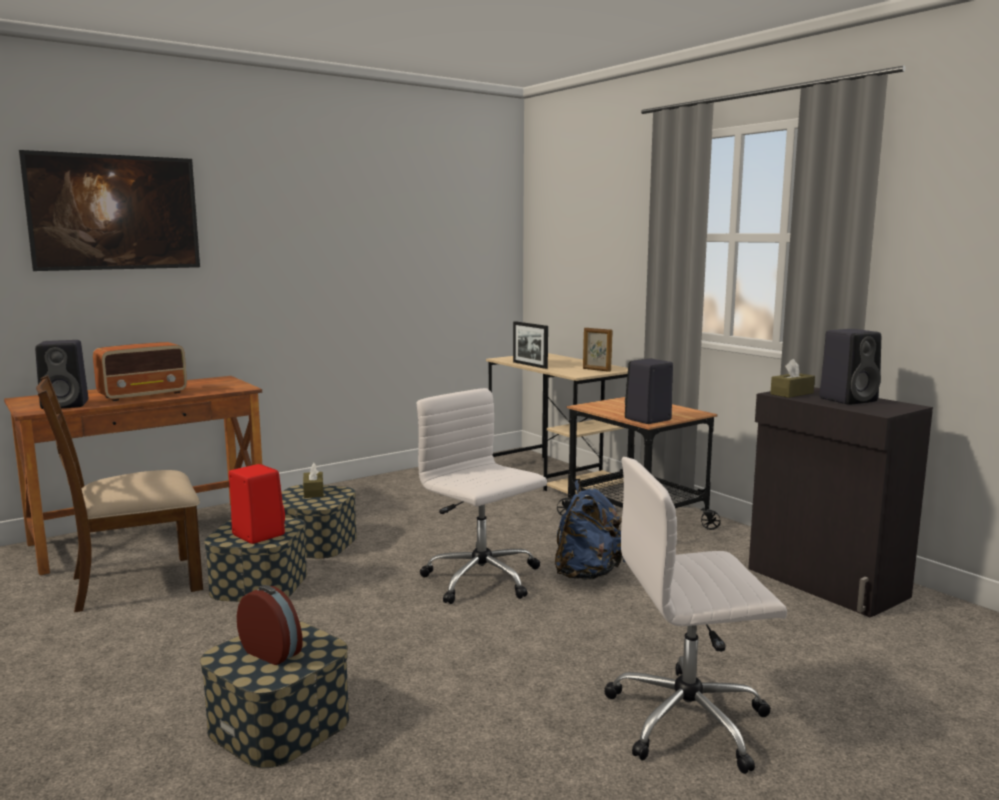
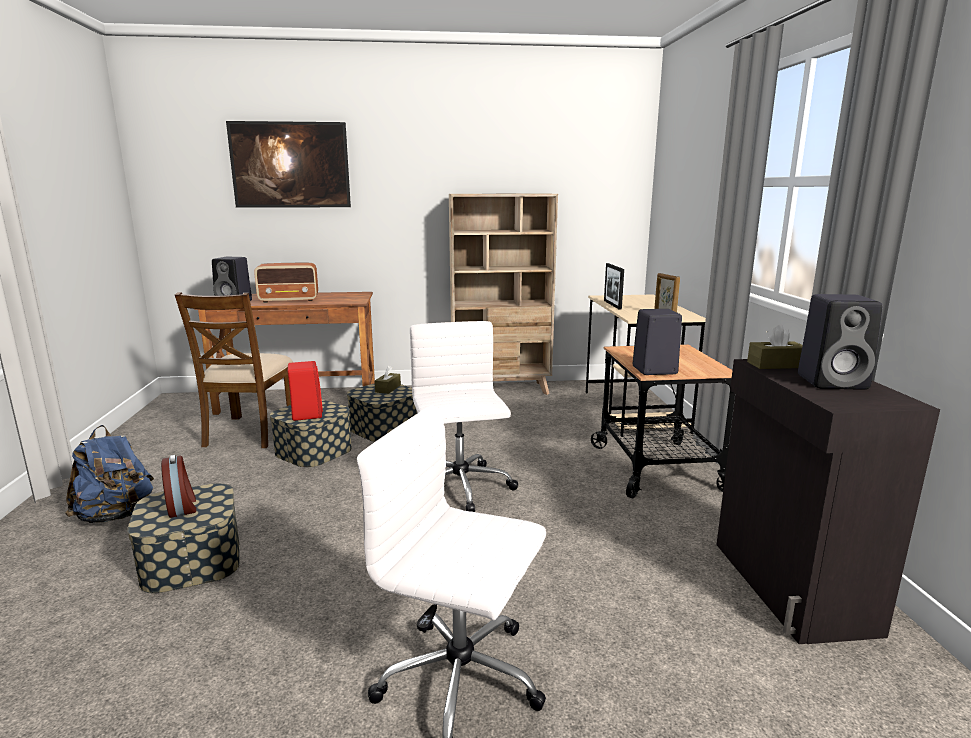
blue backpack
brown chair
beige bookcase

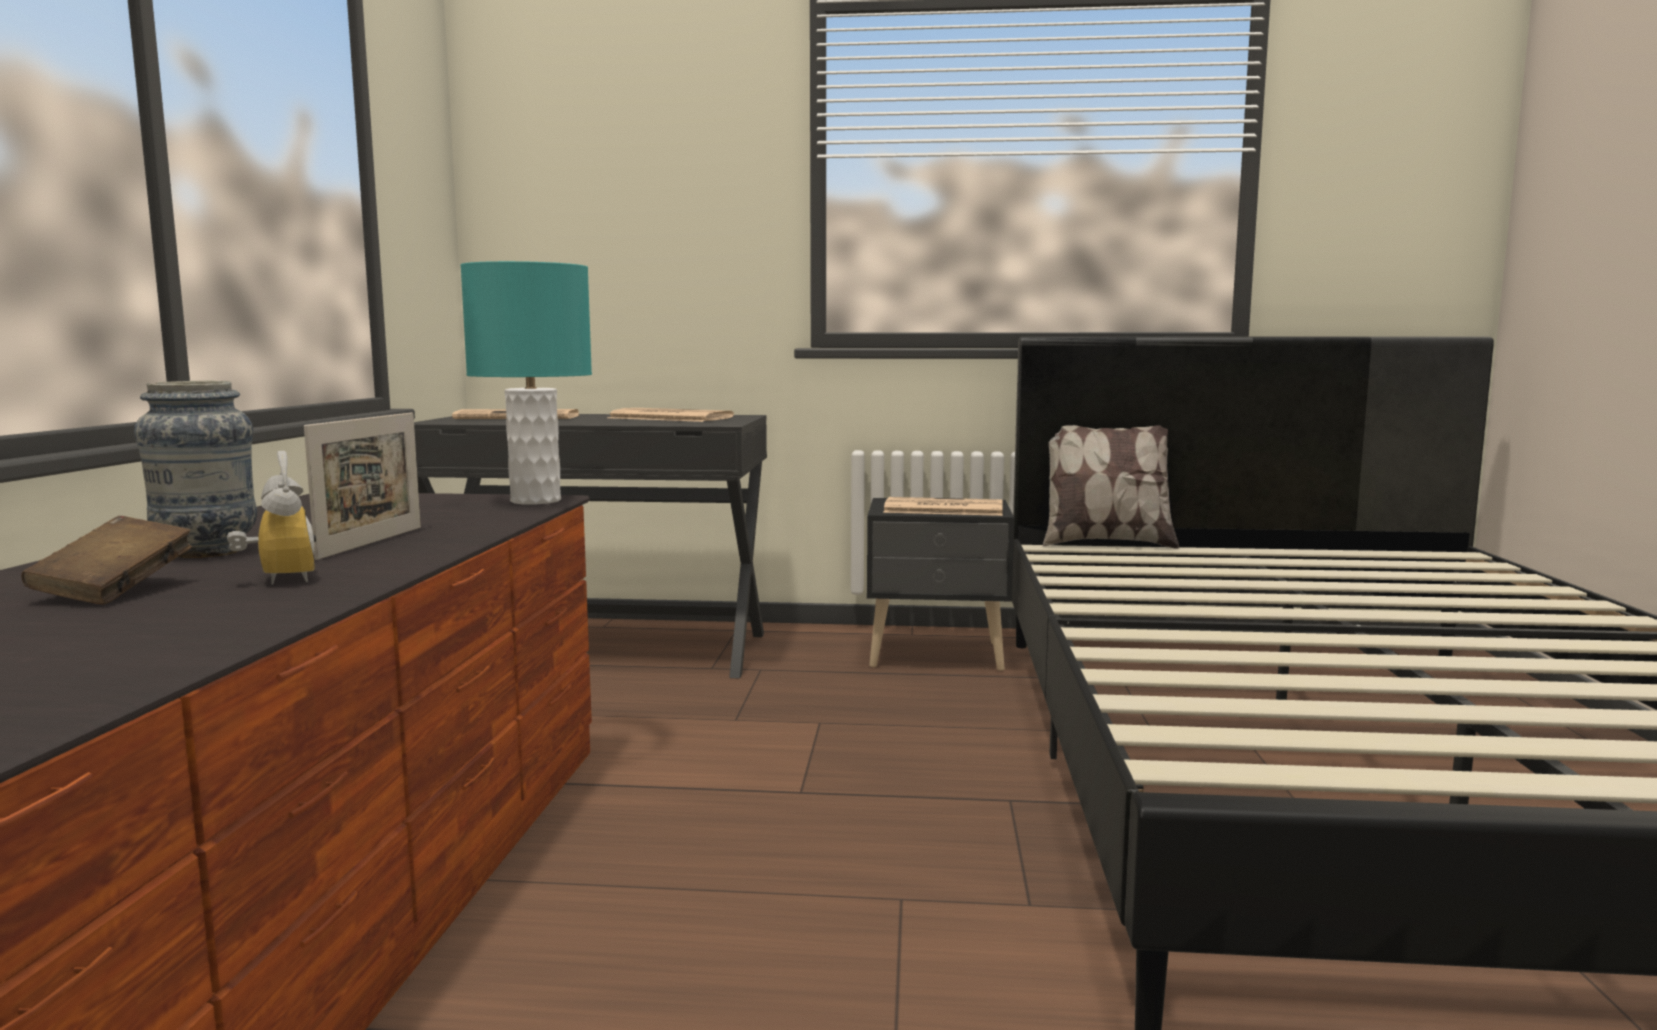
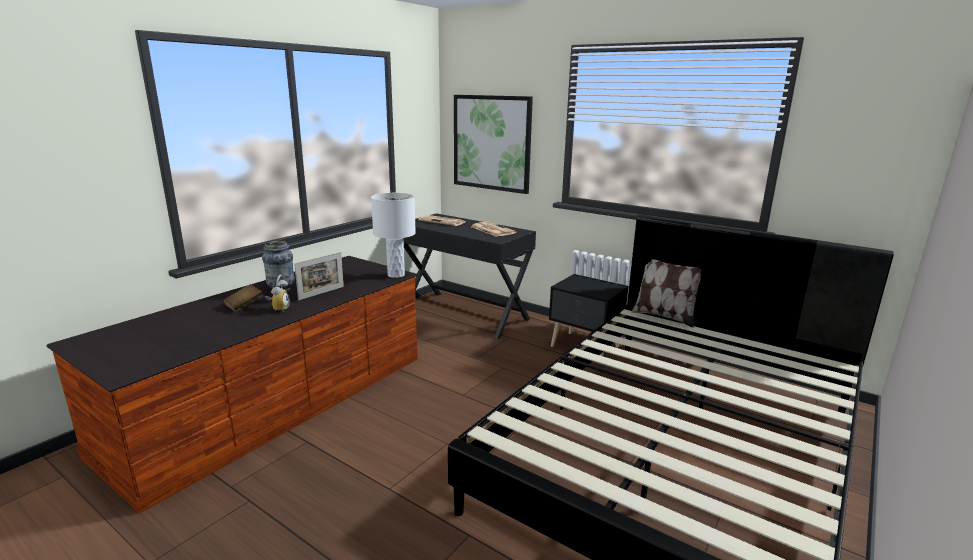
white table lamp
picture
newspaper (3rd from left in the first image)

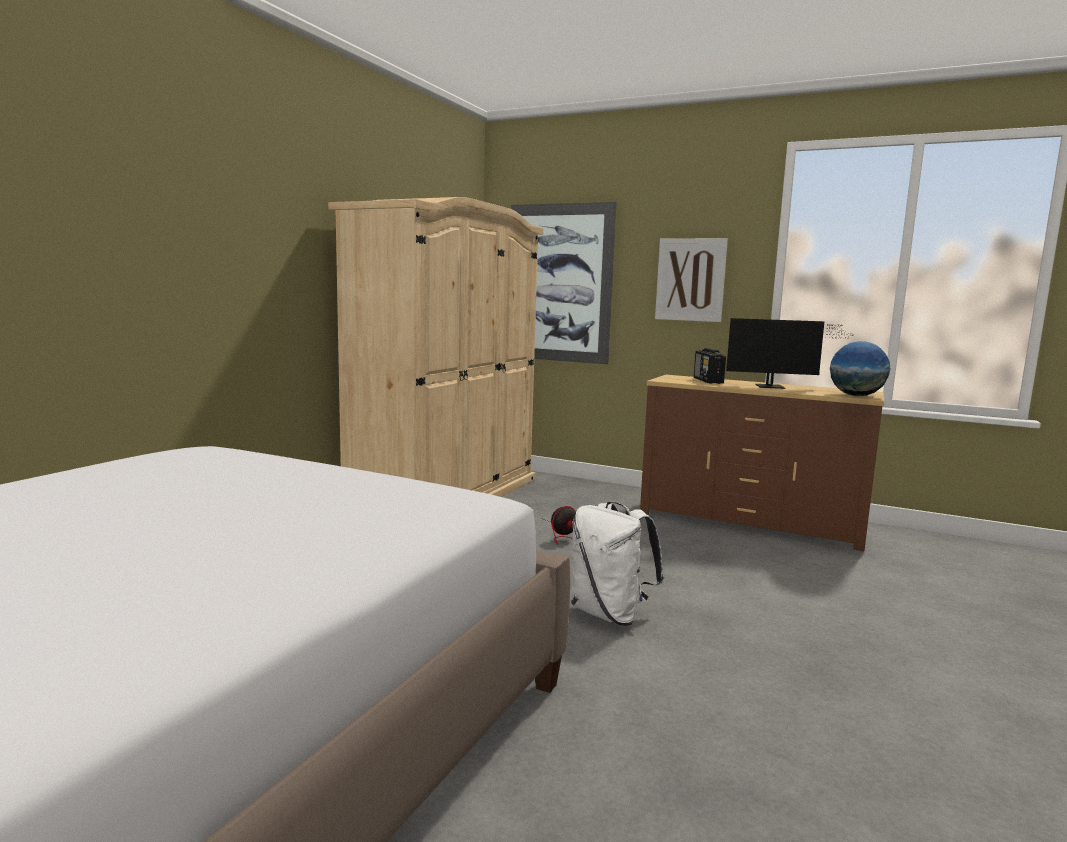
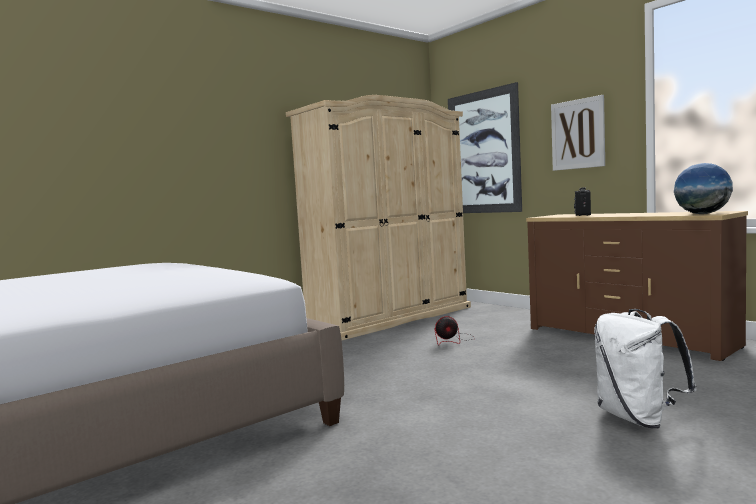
white backpack
monitor

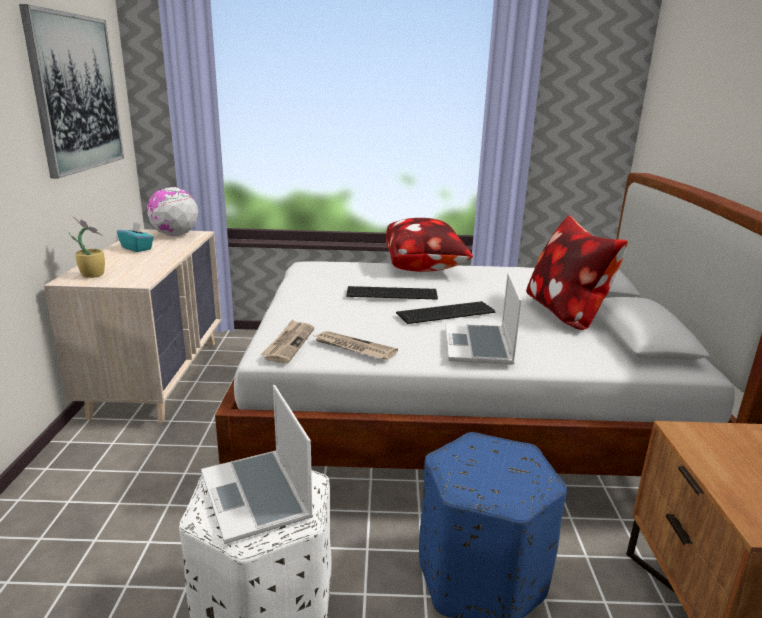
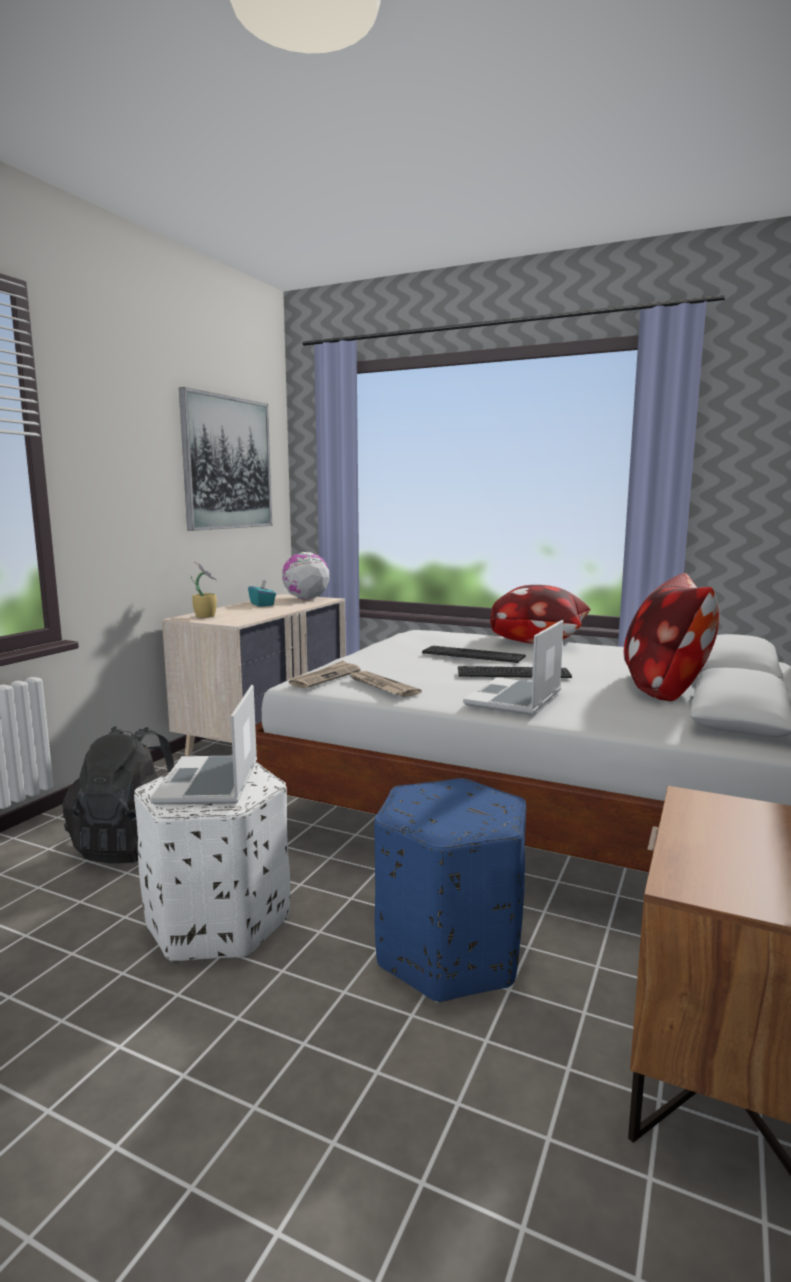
black backpack

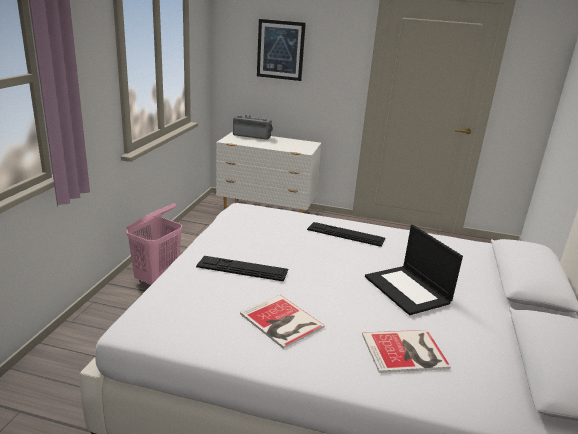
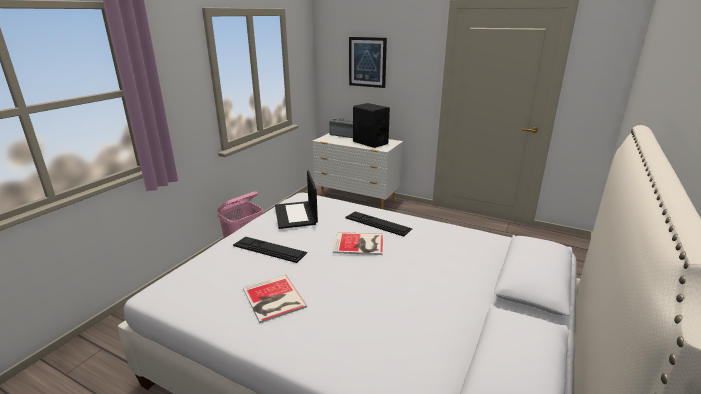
laptop
book (2nd from left)
black speaker

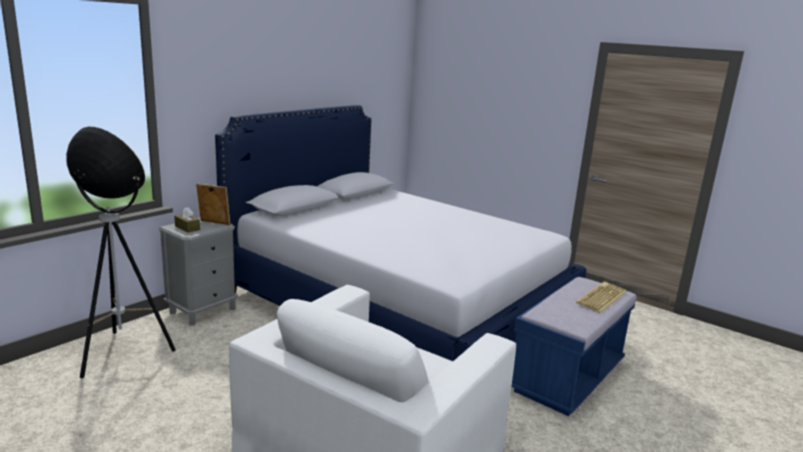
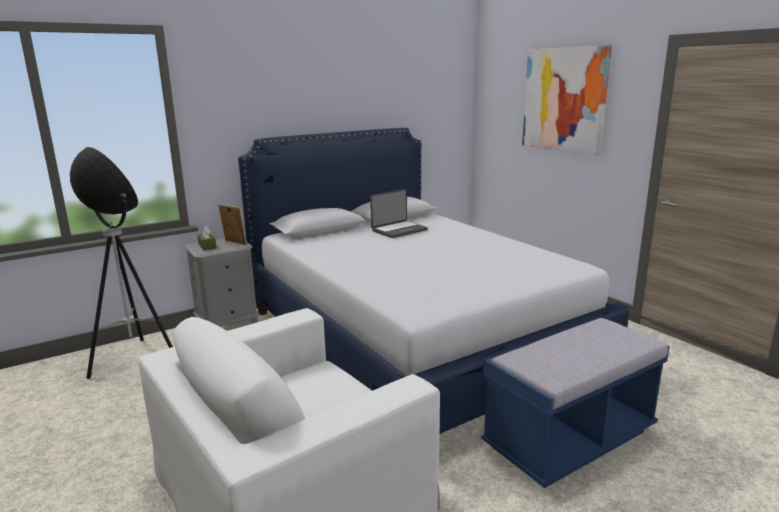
laptop
picture
keyboard

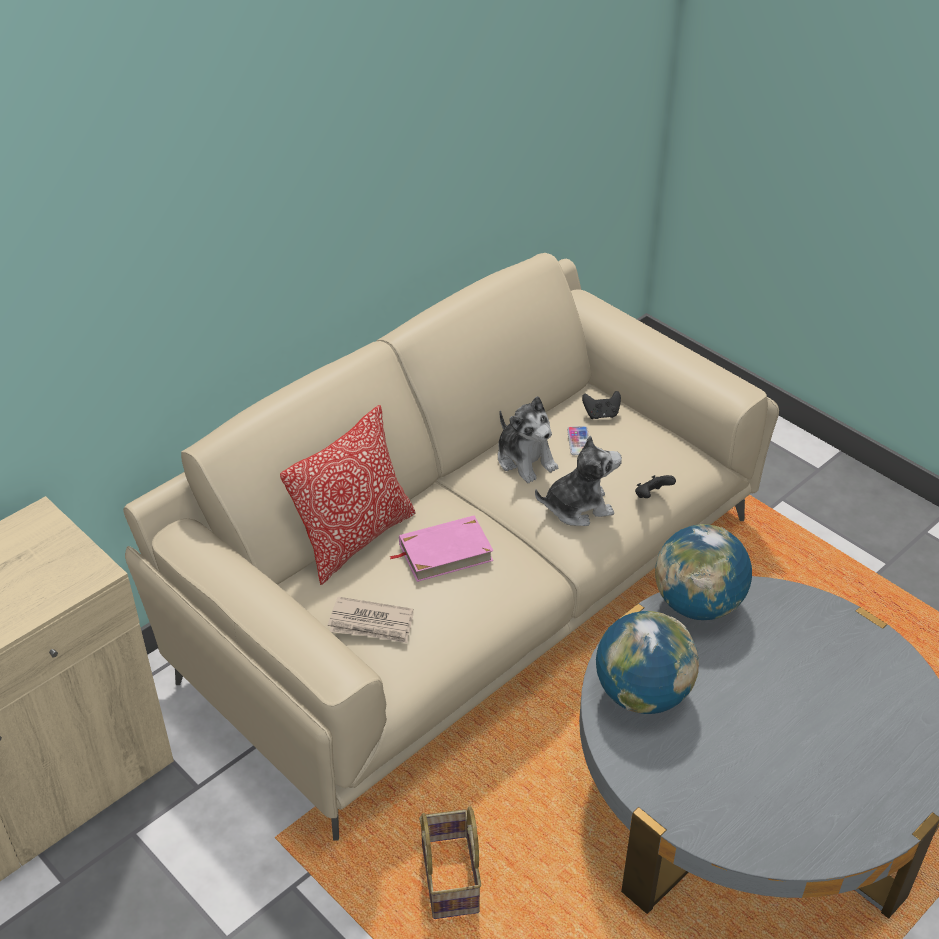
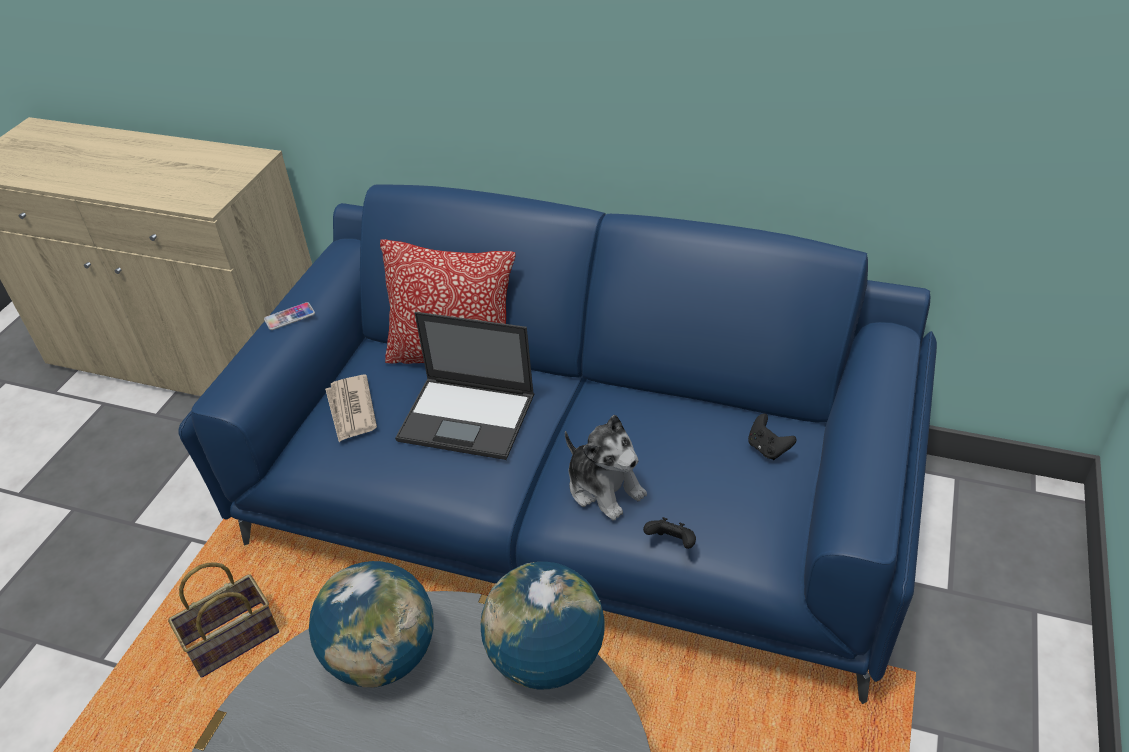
blue sofa
phone
laptop
plush toy (1st from left in the first image)

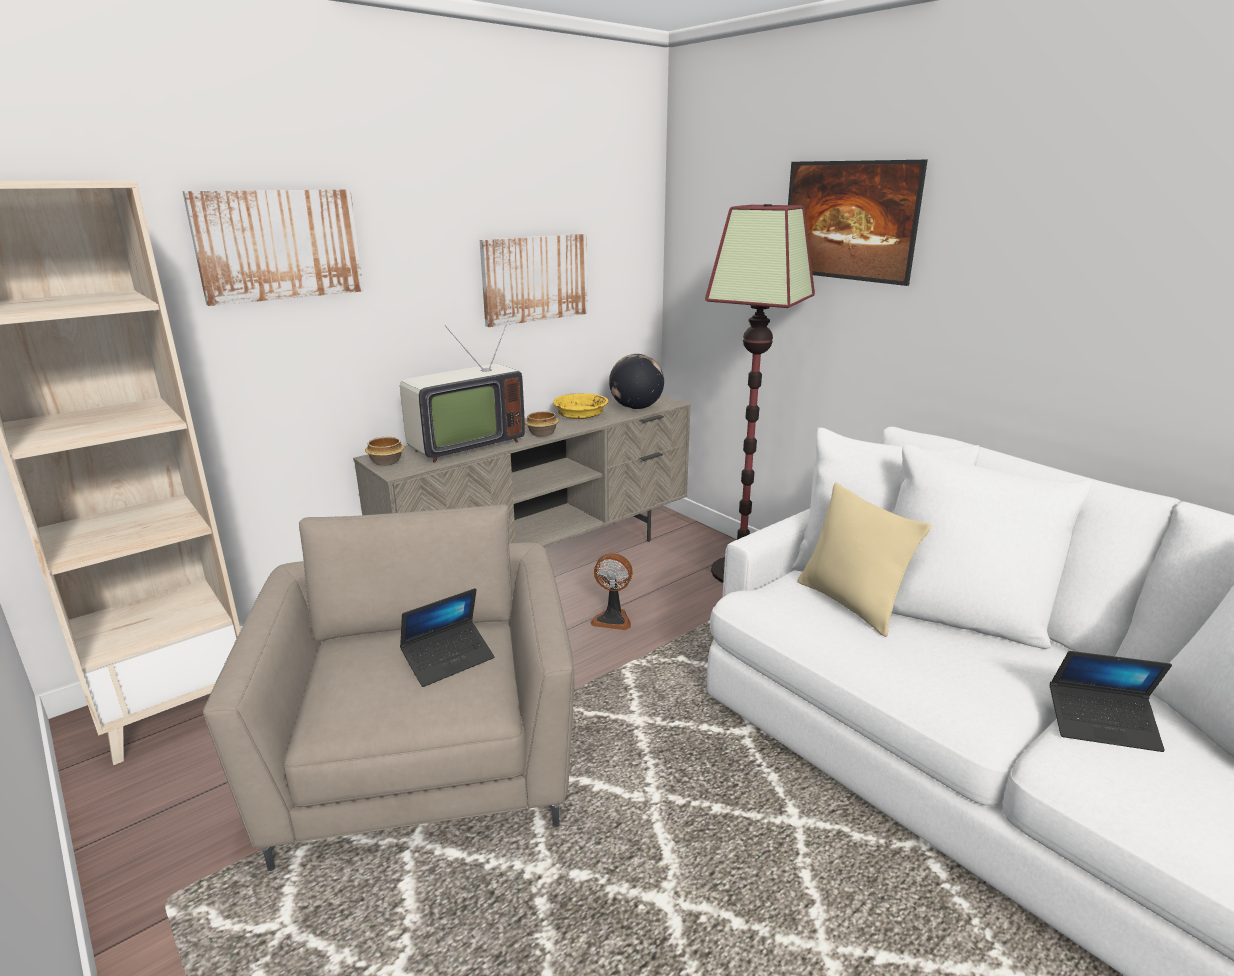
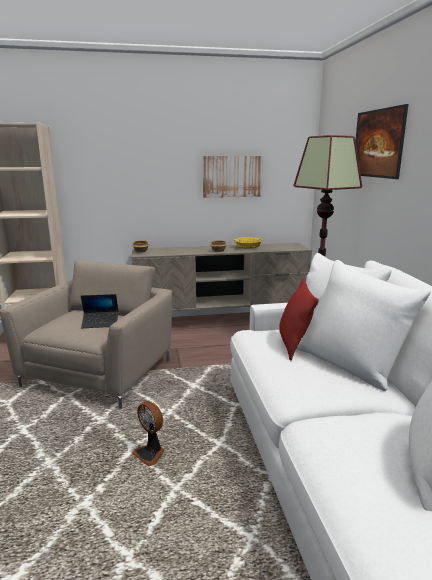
fan
red pillow
picture (1st from left in the first image)
television
globe
laptop (2nd from left in the first image)

